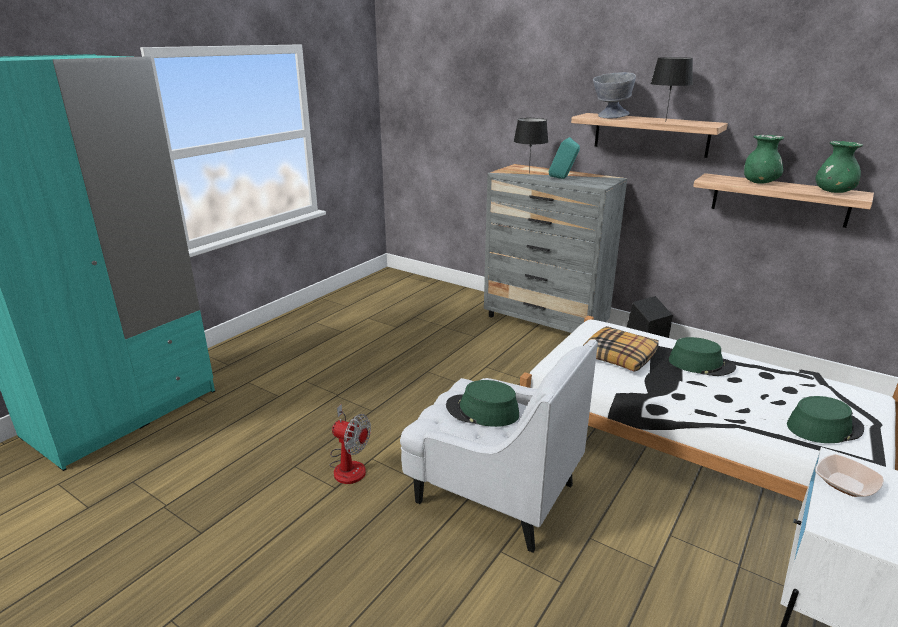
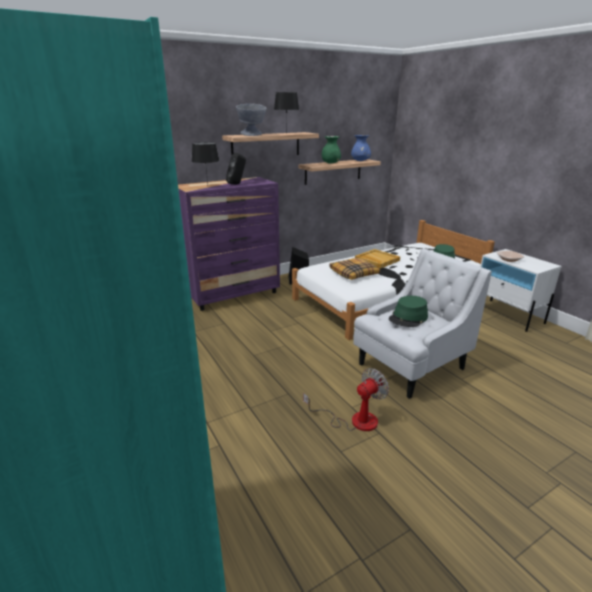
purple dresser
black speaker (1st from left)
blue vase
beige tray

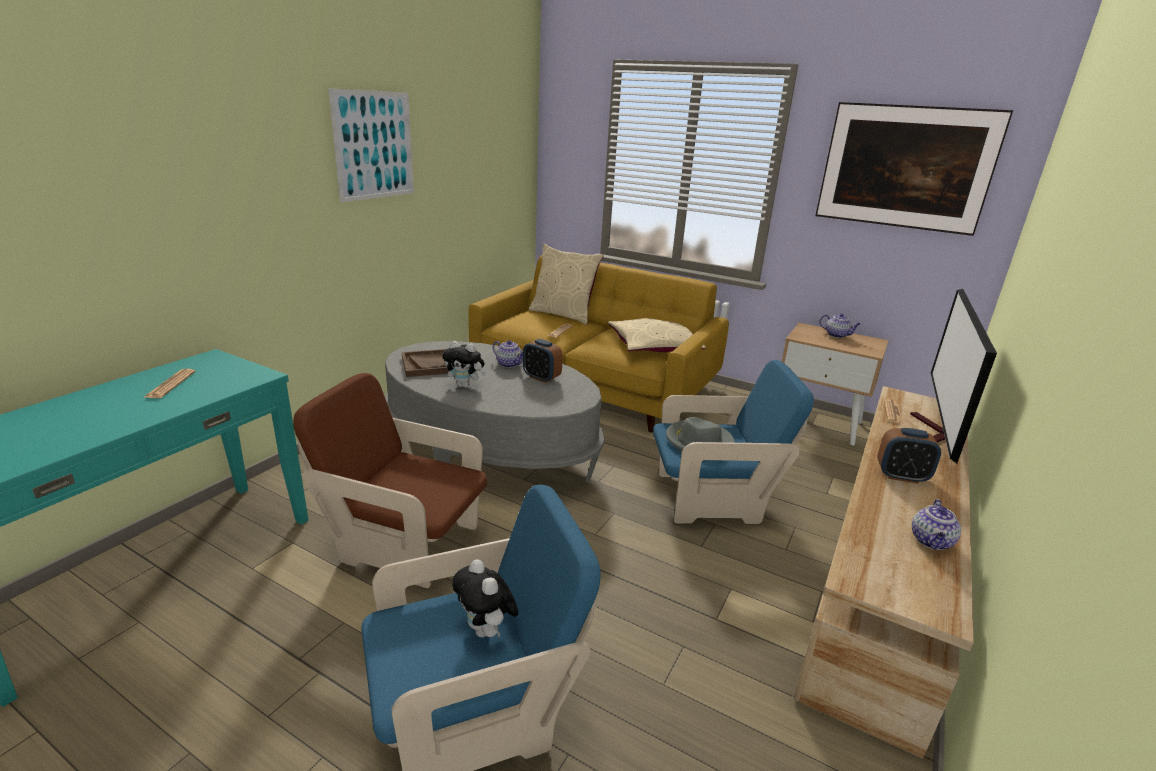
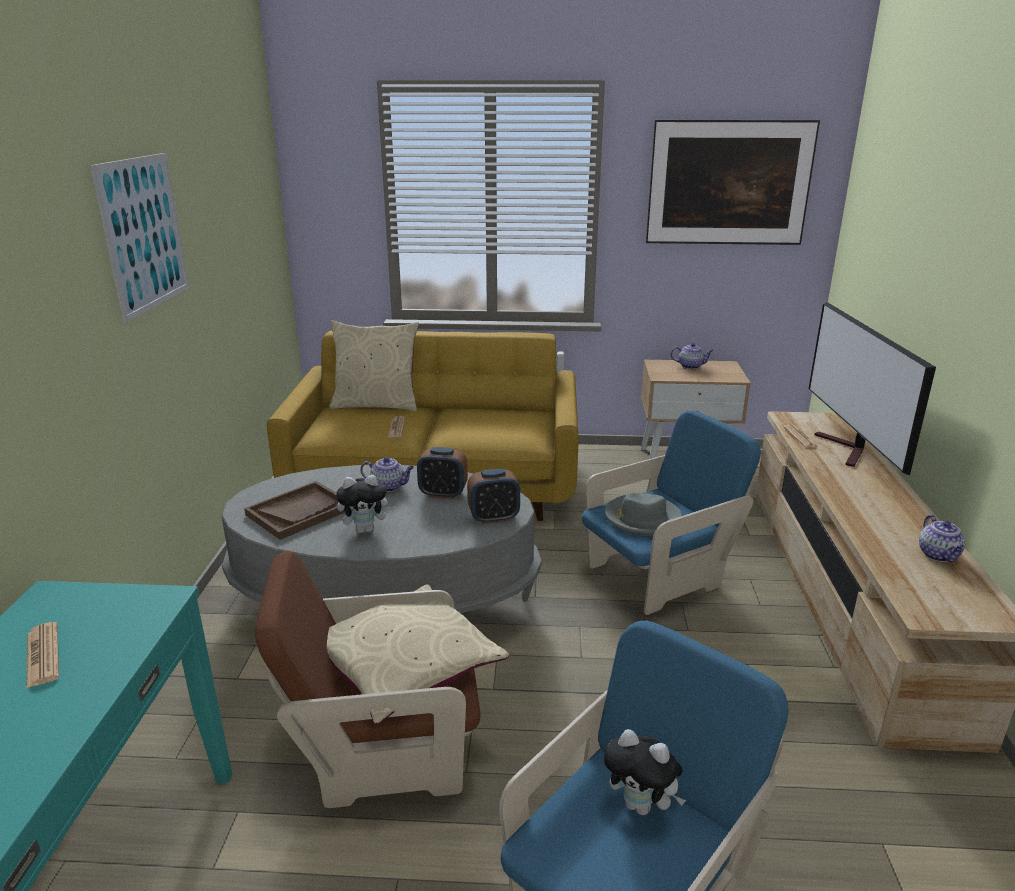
beige pillow (2nd from left)
alarm clock (2nd from left)

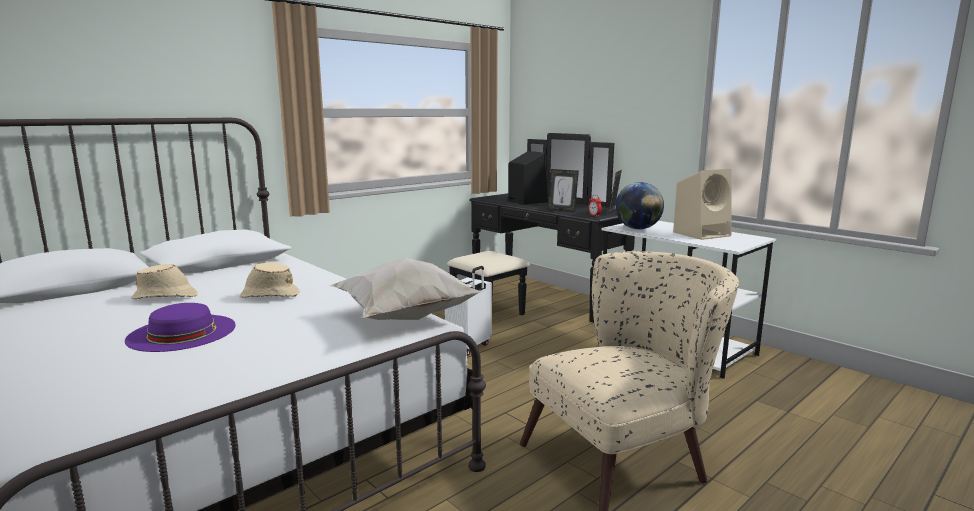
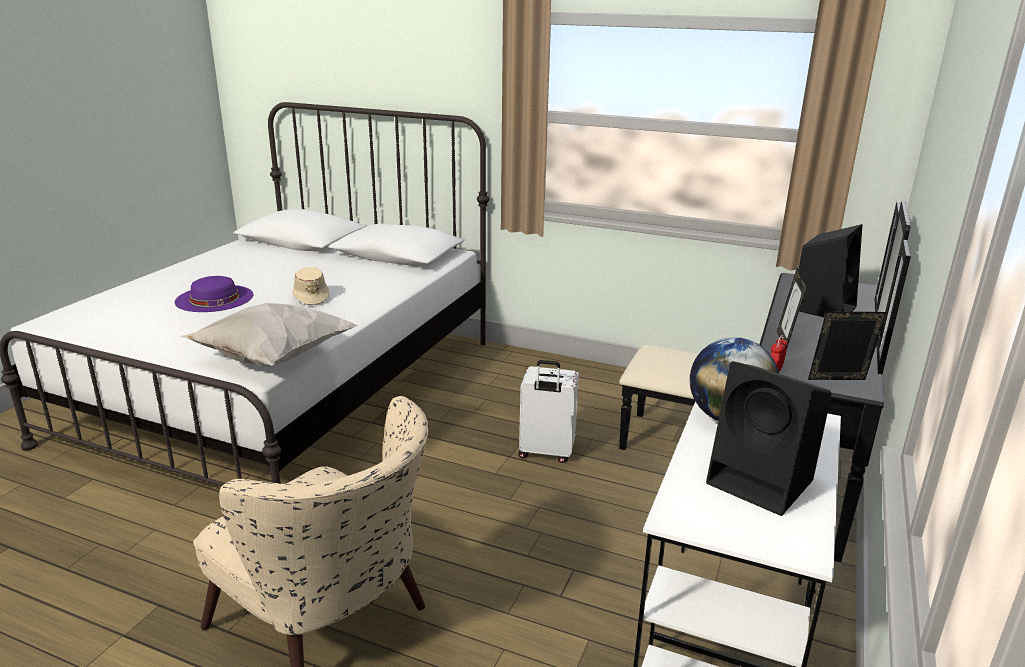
black speaker (1st from left)
beige hat (1st from left in the first image)

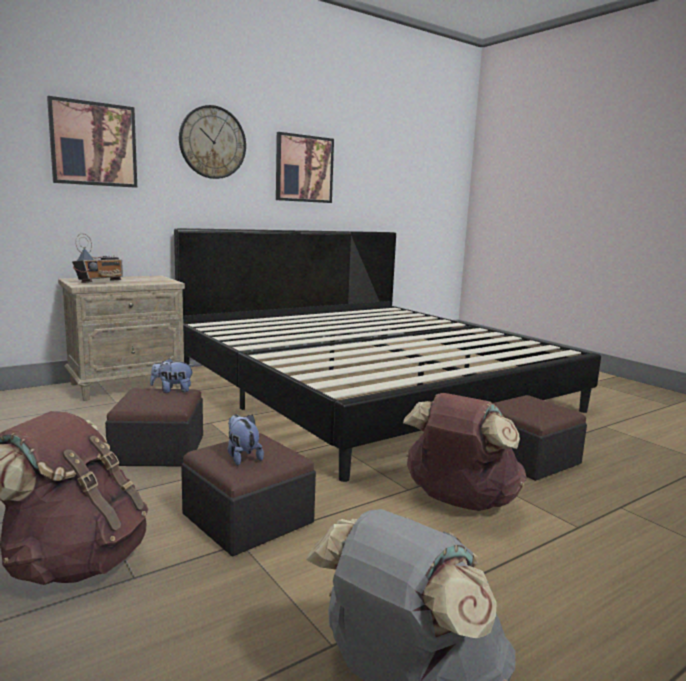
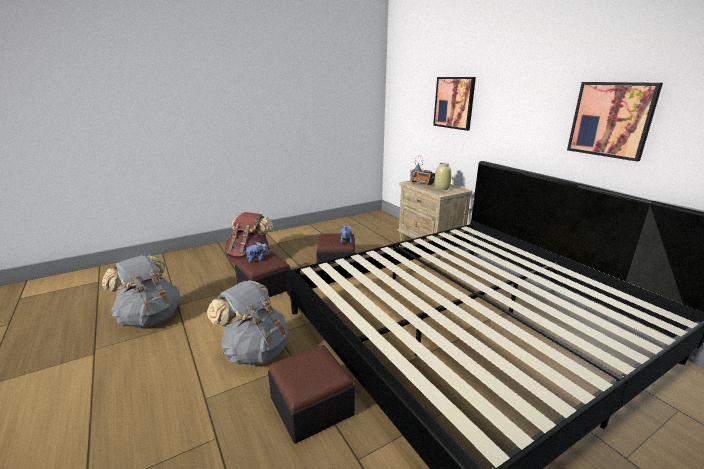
grey backpack (2nd from left)
beige vase
wall clock

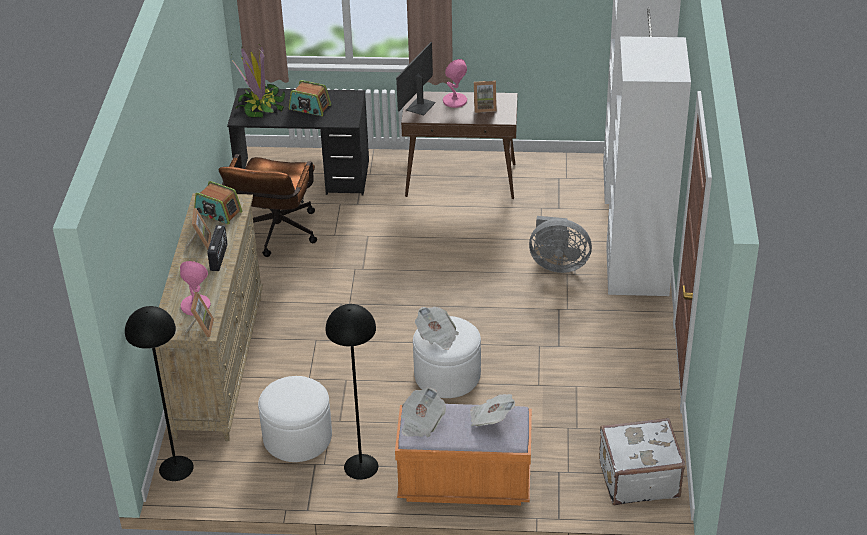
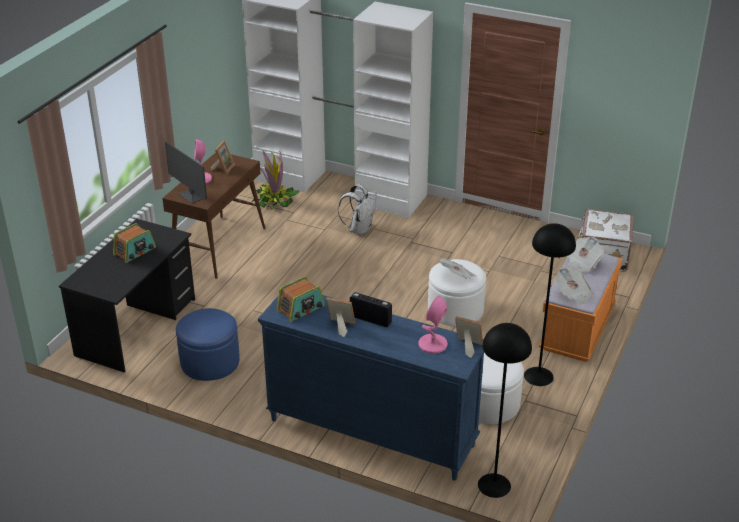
blue ottoman
potted plant
blue dresser
white backpack

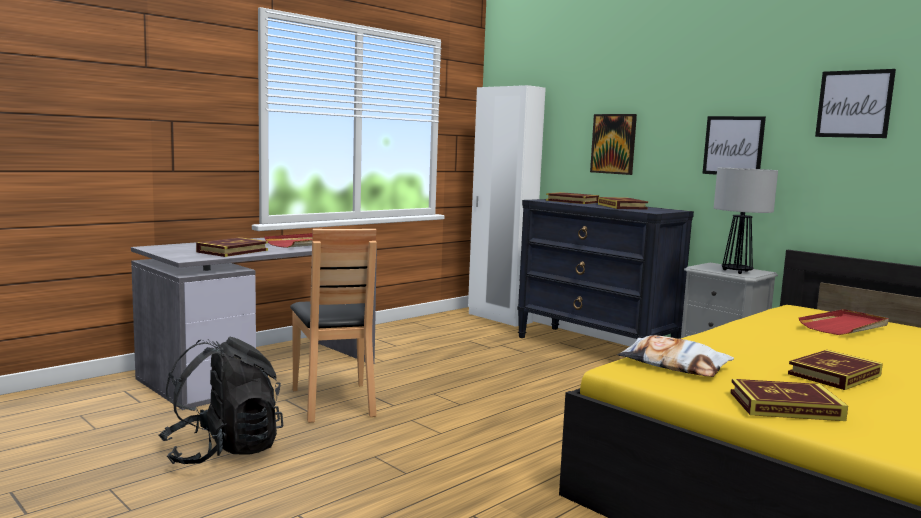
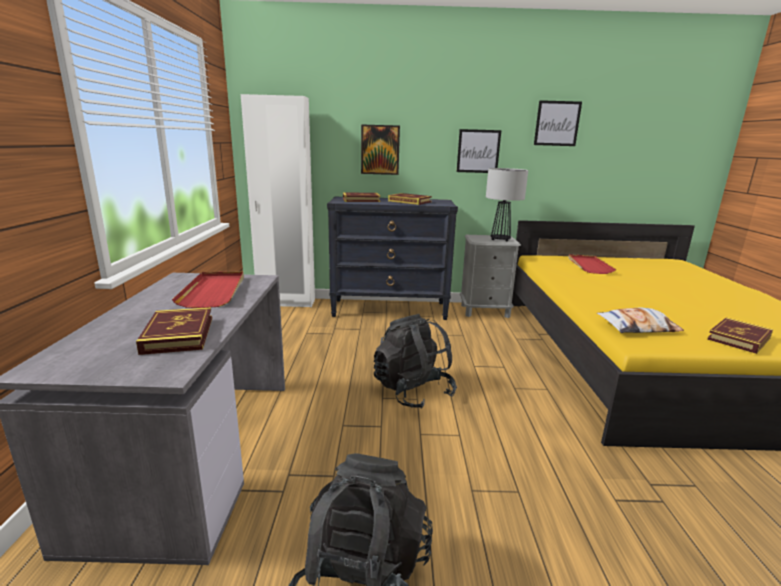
black backpack (2nd from left)
brown chair
book (5th from left in the first image)

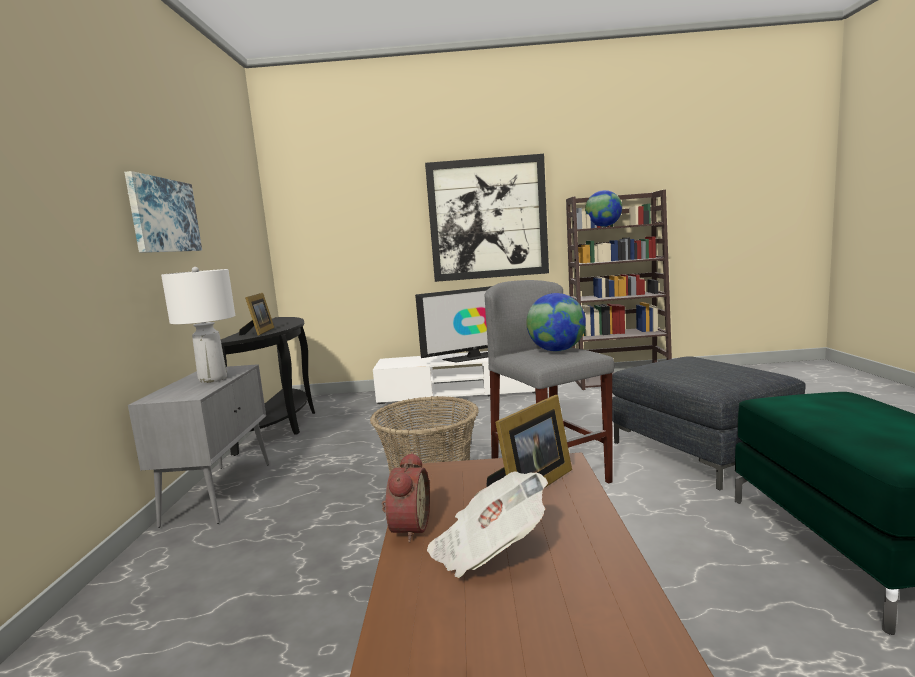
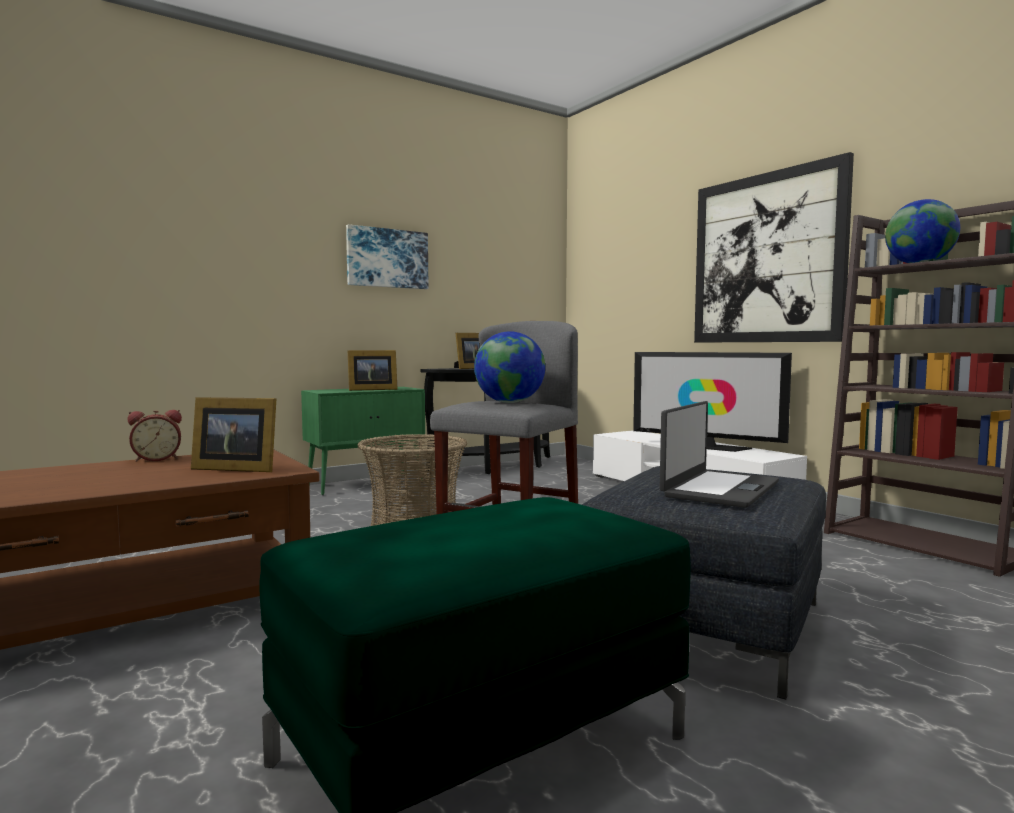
green cabinet
picture frame (2nd from left)
laptop
newspaper

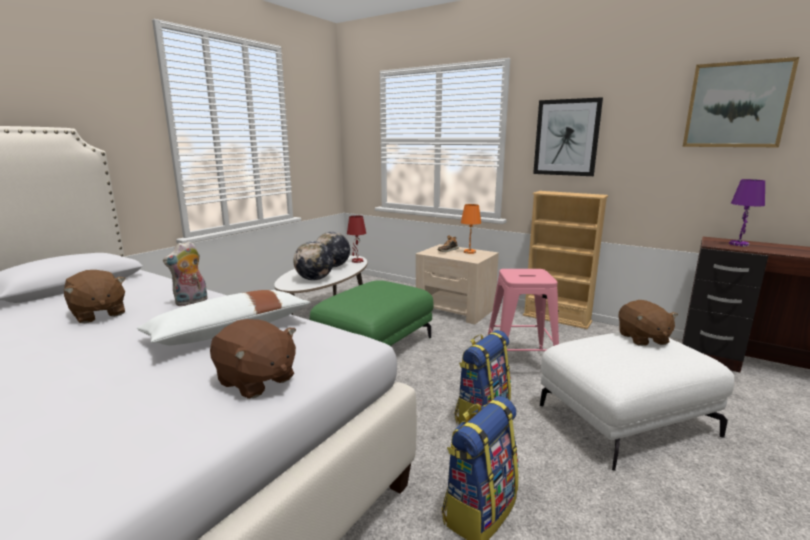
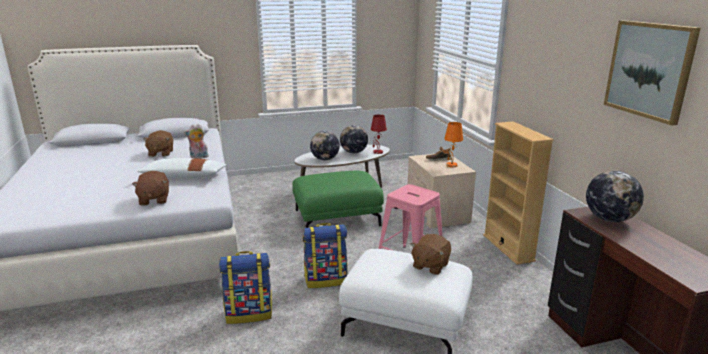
globe (3rd from left)
picture (1st from left in the first image)

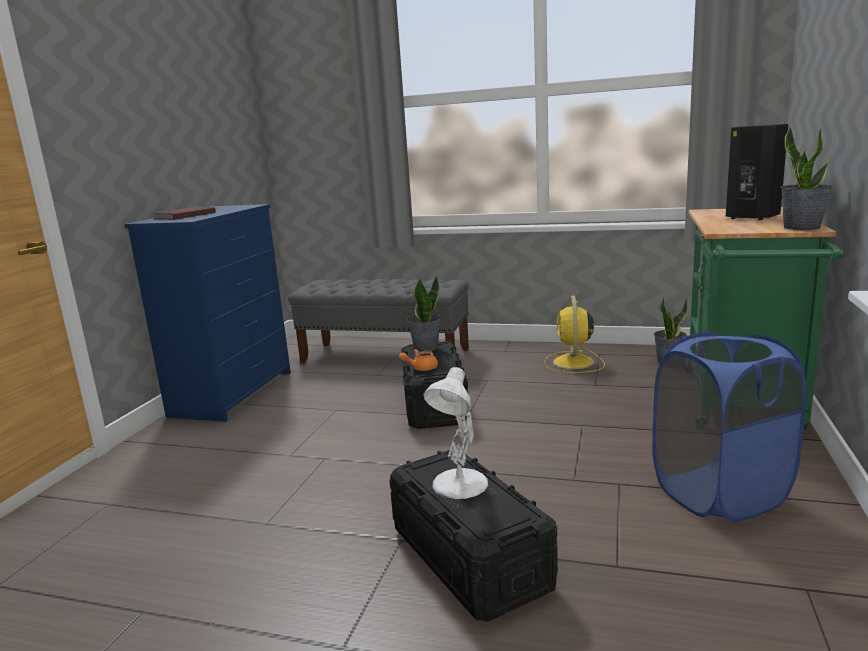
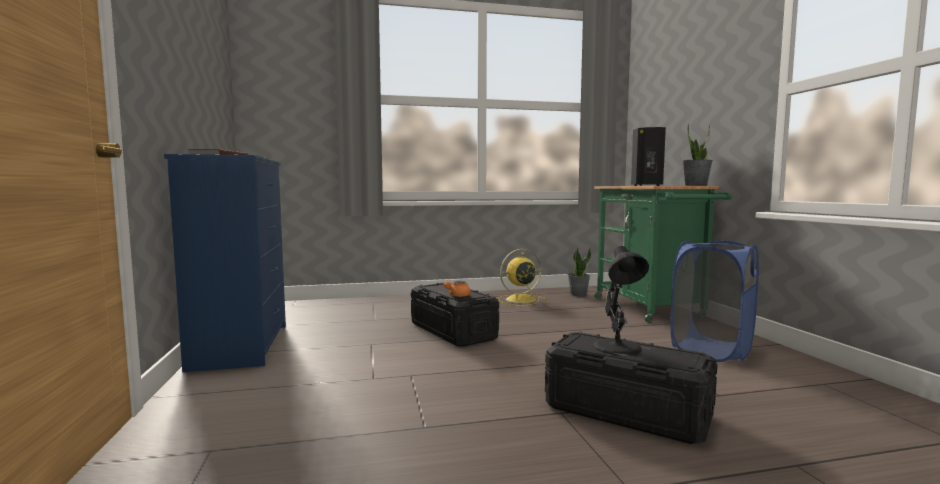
yellow fan
black table lamp
grey bench
potted plant (1st from left in the first image)

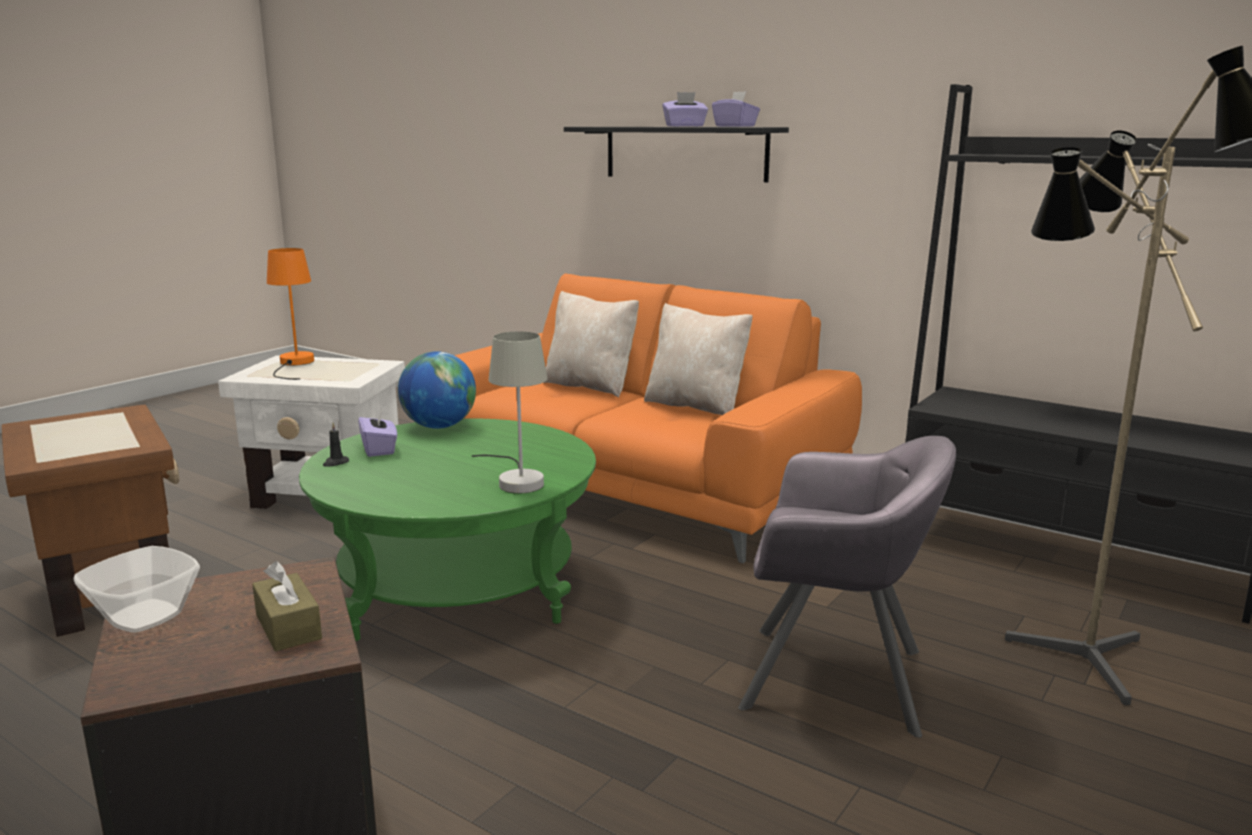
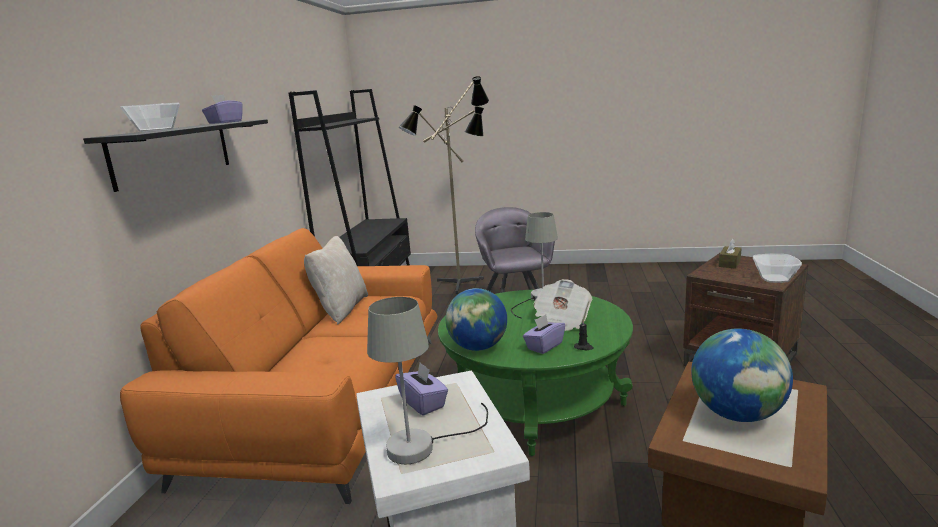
bowl (1st from left)
grey table lamp (1st from left)
purple tissue box (2nd from left)
newspaper
globe (2nd from left)
beige pillow (1st from left in the first image)

